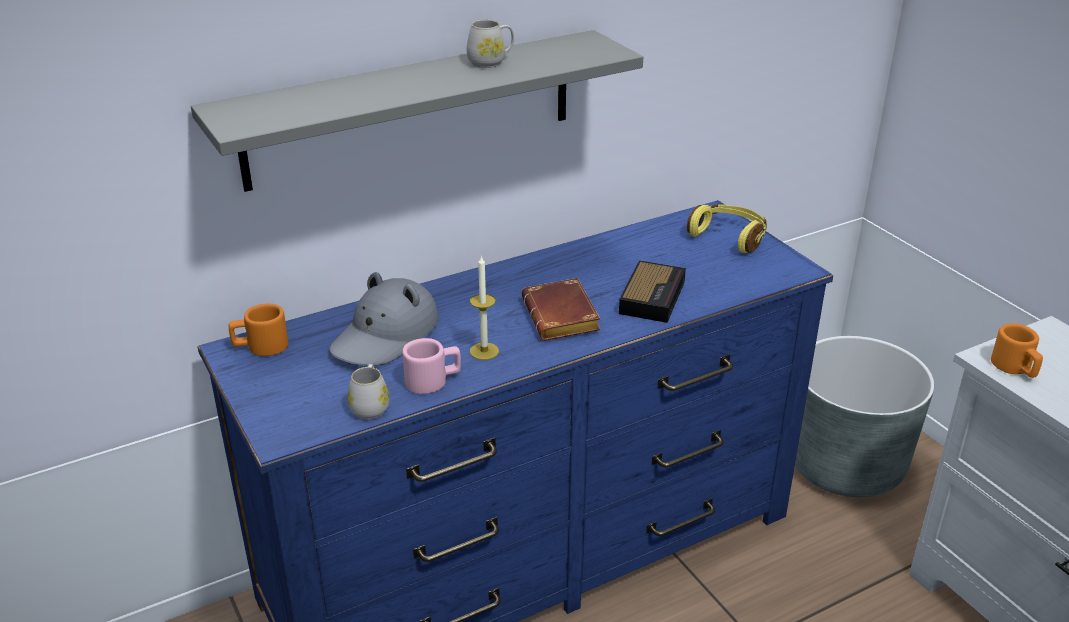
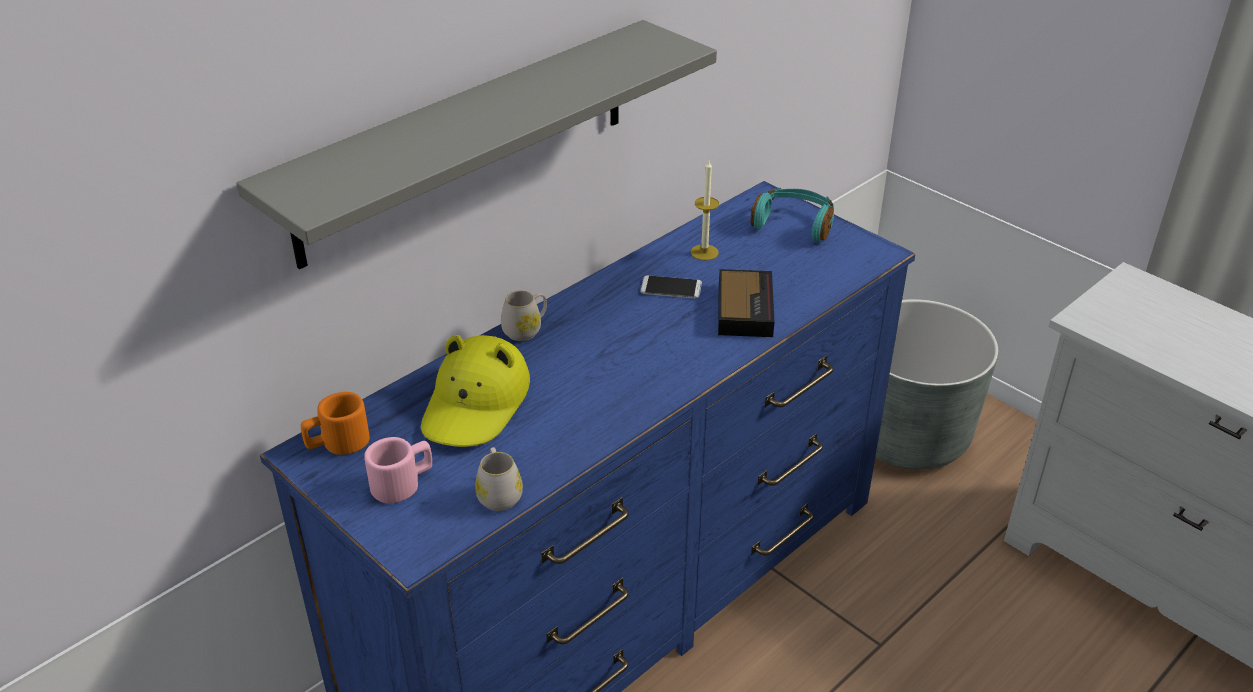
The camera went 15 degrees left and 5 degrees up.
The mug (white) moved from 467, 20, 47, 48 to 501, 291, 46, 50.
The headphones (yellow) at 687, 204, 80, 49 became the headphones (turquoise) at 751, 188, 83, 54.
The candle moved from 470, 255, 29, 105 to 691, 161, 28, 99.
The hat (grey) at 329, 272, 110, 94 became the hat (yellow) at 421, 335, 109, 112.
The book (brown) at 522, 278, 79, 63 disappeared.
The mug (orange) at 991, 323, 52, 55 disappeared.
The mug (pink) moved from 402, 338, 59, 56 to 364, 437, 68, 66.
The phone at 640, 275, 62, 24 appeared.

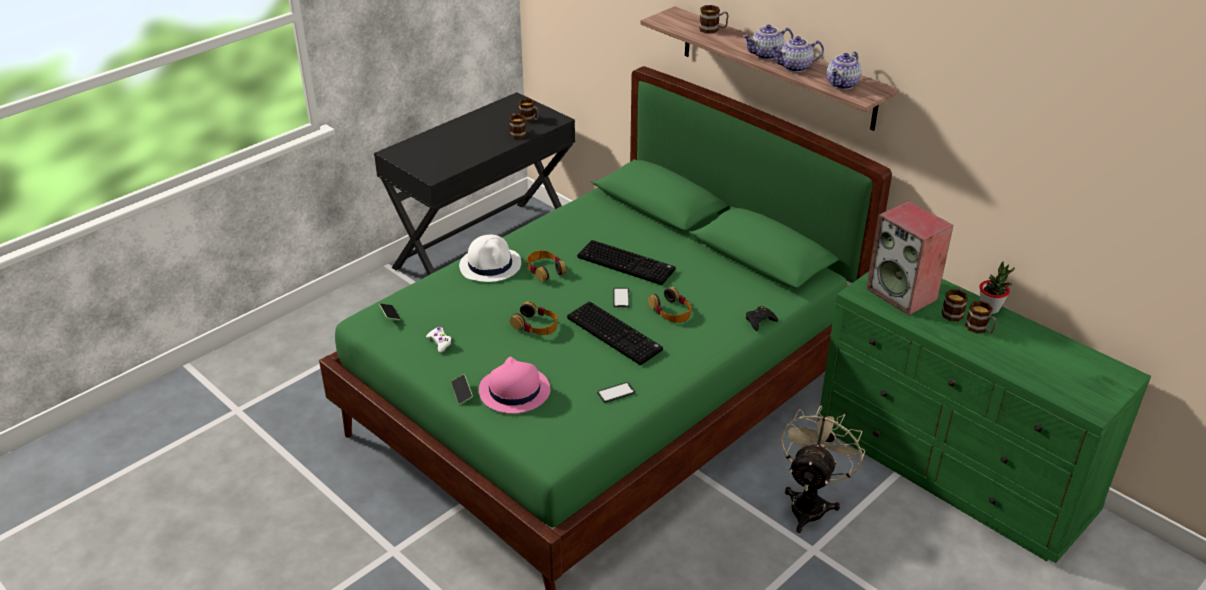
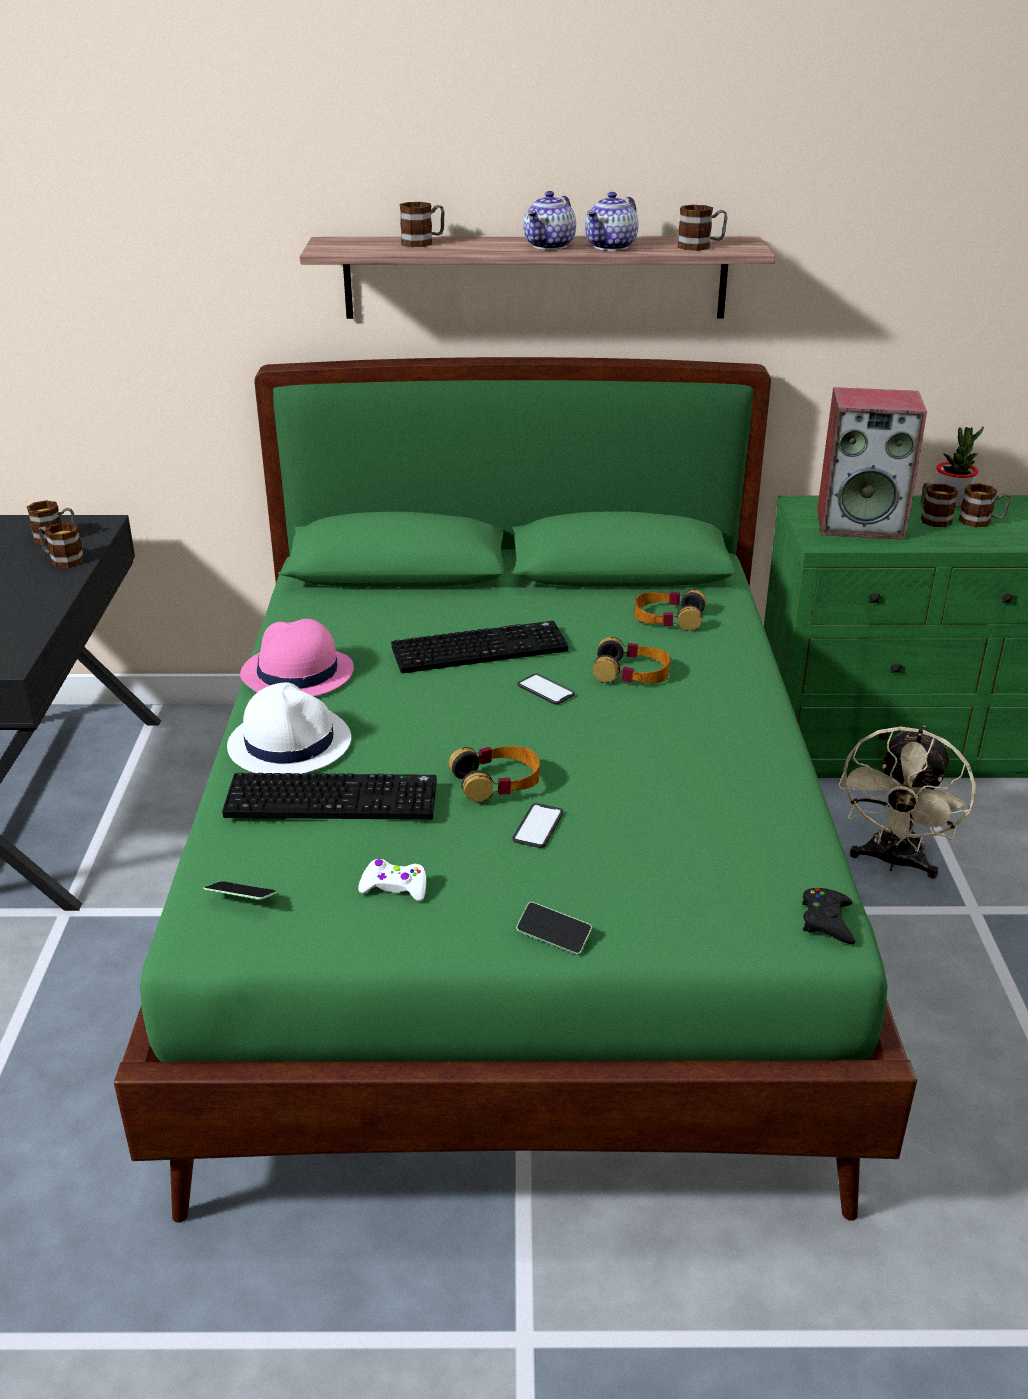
The camera went 45 degrees left and 5 degrees down.
The teapot at 827, 51, 35, 39 was replaced by the mug at 677, 205, 50, 46.
The headphones moved from 527, 251, 39, 31 to 635, 589, 71, 42.
The keyboard moved from 567, 301, 96, 64 to 222, 773, 215, 47.
The game controller (black) moved from 746, 306, 32, 25 to 802, 888, 53, 56.
The hat (pink) moved from 479, 357, 72, 56 to 240, 619, 114, 78.
The phone moved from 597, 382, 38, 21 to 512, 803, 51, 45.
The fan (beige) at 781, 406, 84, 127 turned 135 degrees counterclockwise.

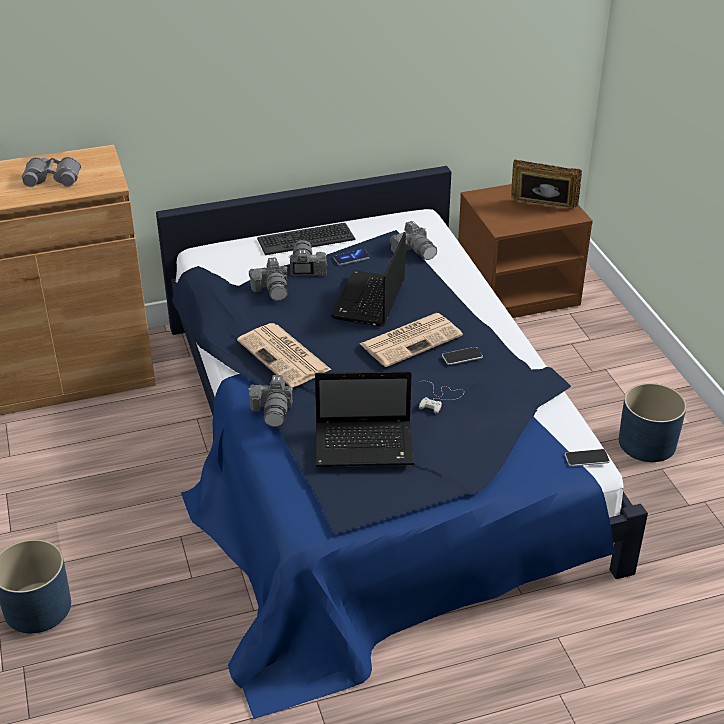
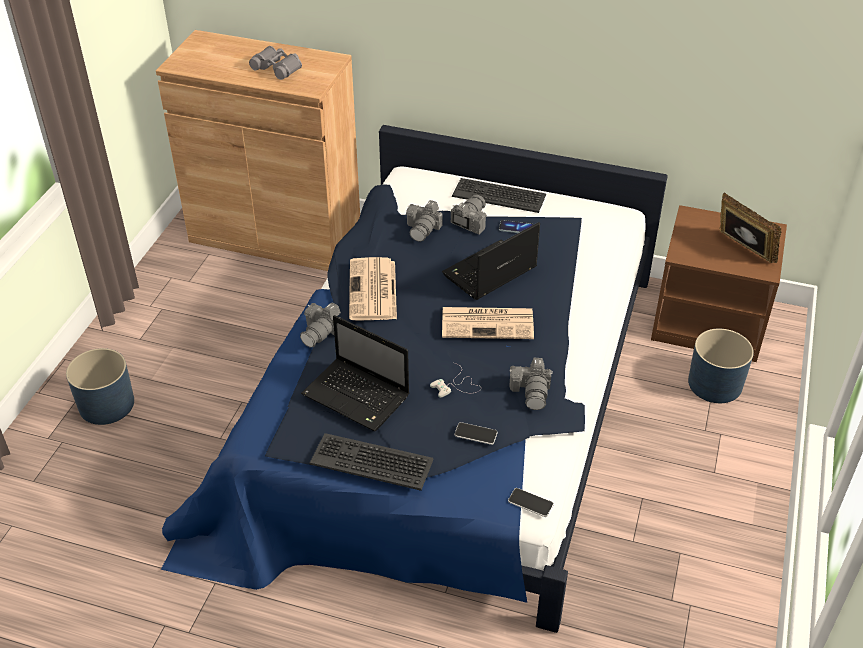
The camera went 35 degrees right and 5 degrees up.
The photo camera moved from 390, 221, 47, 39 to 509, 358, 44, 52.
The phone moved from 442, 347, 41, 18 to 454, 422, 44, 23.
The planter (blue) moved from 619, 383, 67, 79 to 688, 329, 66, 74.
The keyboard at 309, 433, 125, 58 appeared.

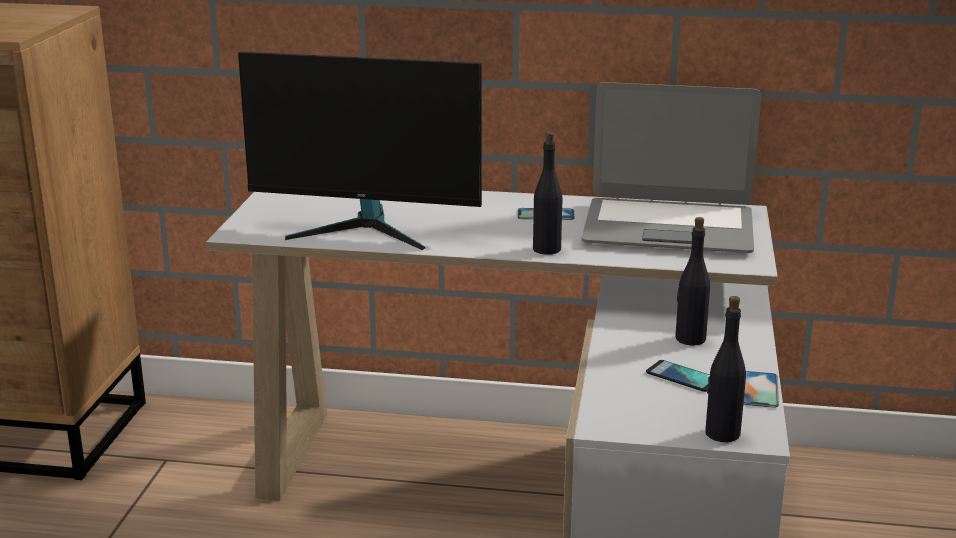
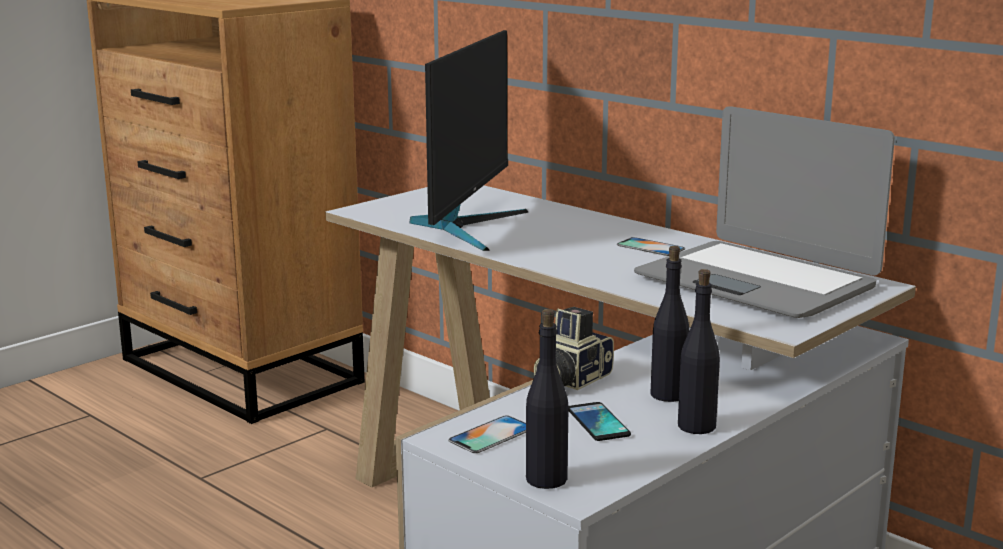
The camera went 35 degrees right and 5 degrees down.
The monitor at 238, 52, 244, 198 turned 120 degrees counterclockwise.
The bottle (black) moved from 533, 132, 29, 123 to 678, 269, 42, 165.
The phone moved from 743, 371, 36, 37 to 448, 416, 78, 37.
The photo camera at 534, 307, 80, 83 appeared.

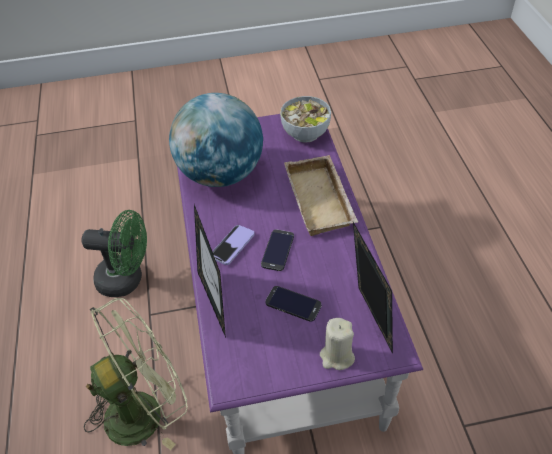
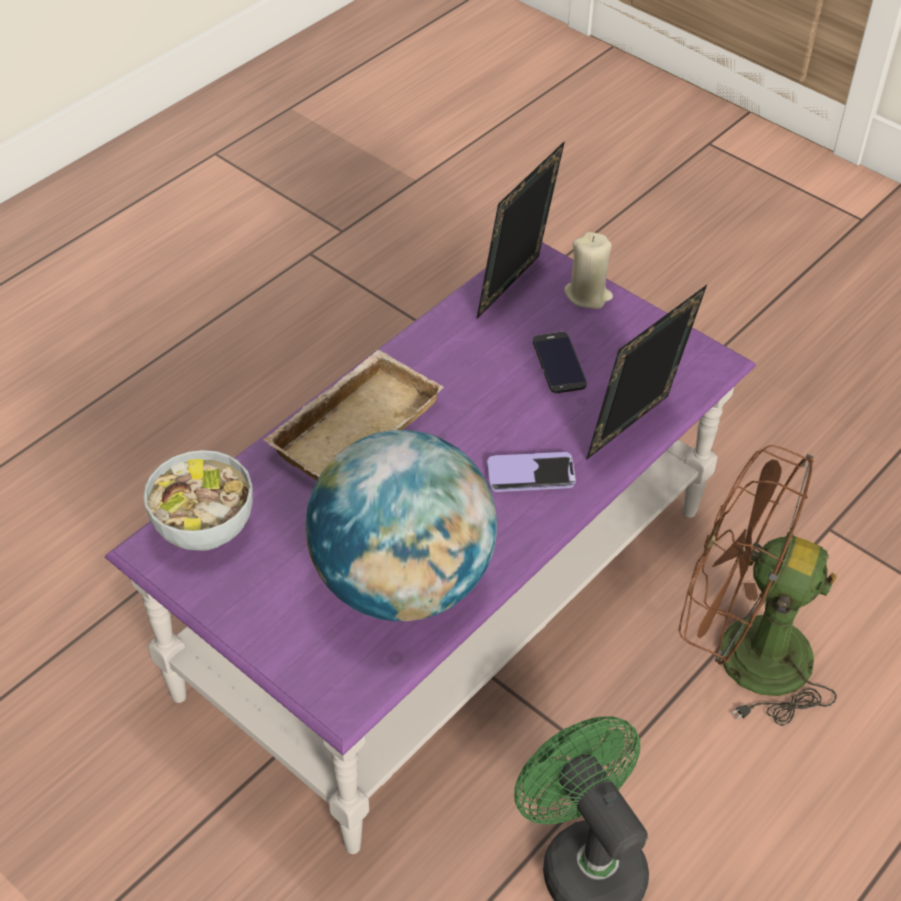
The camera went 130 degrees left and 0 degrees up.
The phone at 261, 230, 33, 41 disappeared.
The fan (green) at 84, 298, 104, 152 became the fan (brown) at 678, 445, 159, 281.

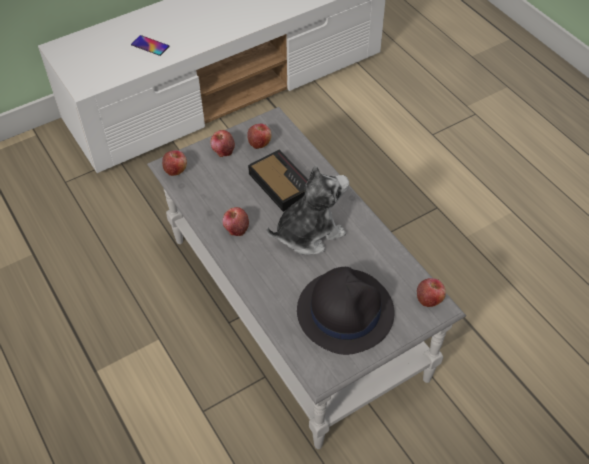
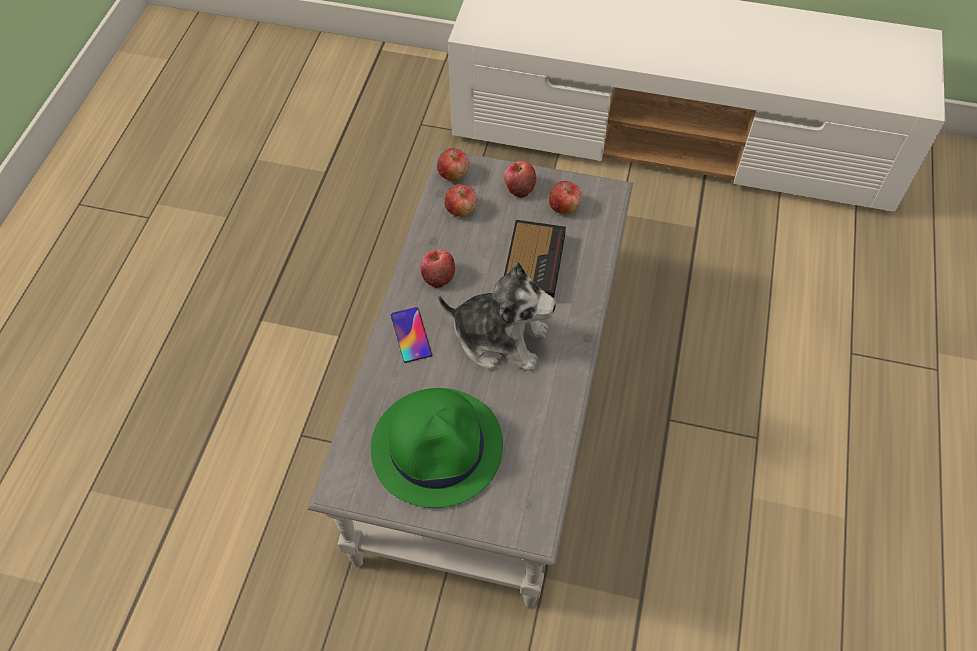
The camera went 45 degrees right and 5 degrees up.
The phone moved from 131, 35, 38, 21 to 391, 307, 41, 56.
The hat (black) at 297, 267, 98, 88 became the hat (green) at 371, 388, 132, 120.
The apple moved from 417, 278, 29, 29 to 444, 184, 33, 33.

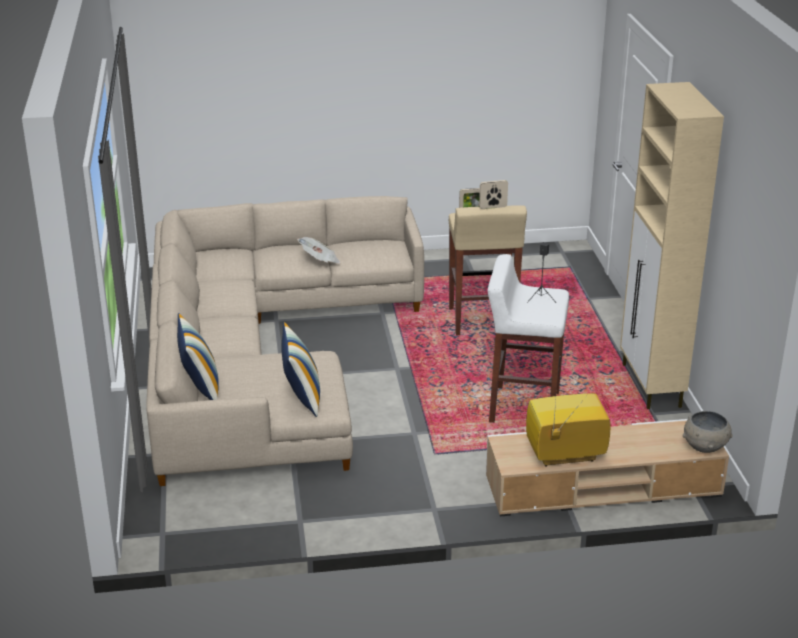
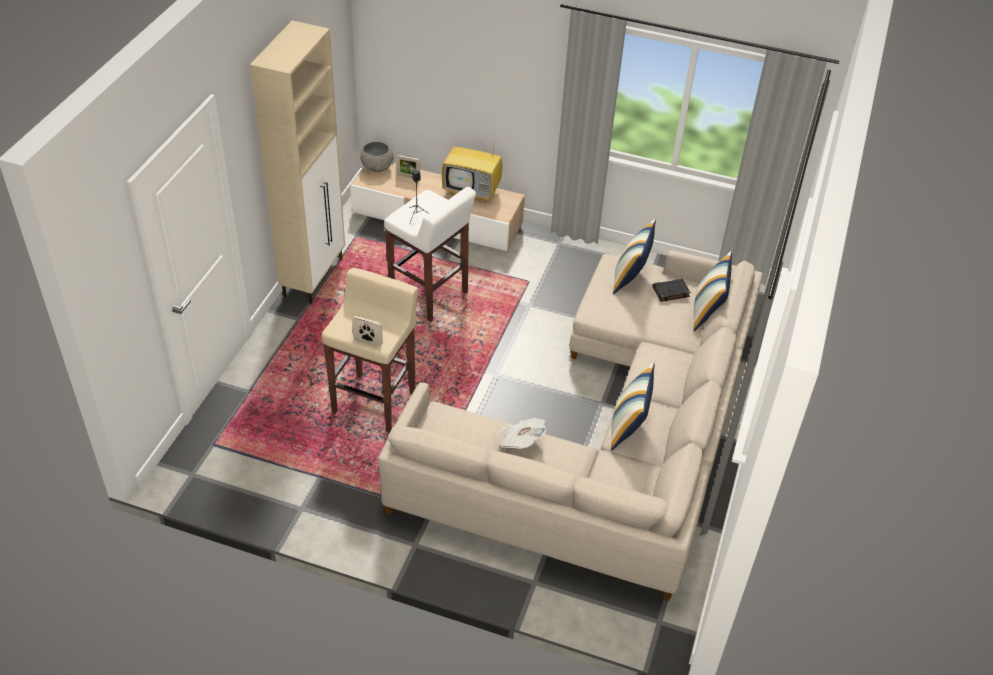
The camera went 155 degrees left and 15 degrees up.
The picture frame moved from 479, 180, 29, 29 to 396, 155, 24, 23.
The book (black) at 653, 279, 38, 23 appeared.
The pillow at 611, 362, 44, 89 appeared.

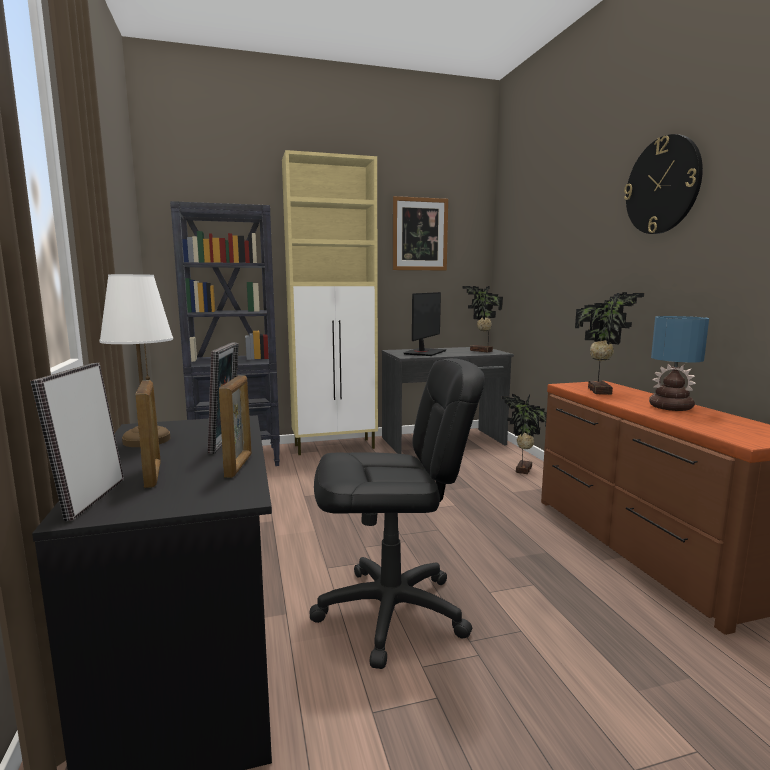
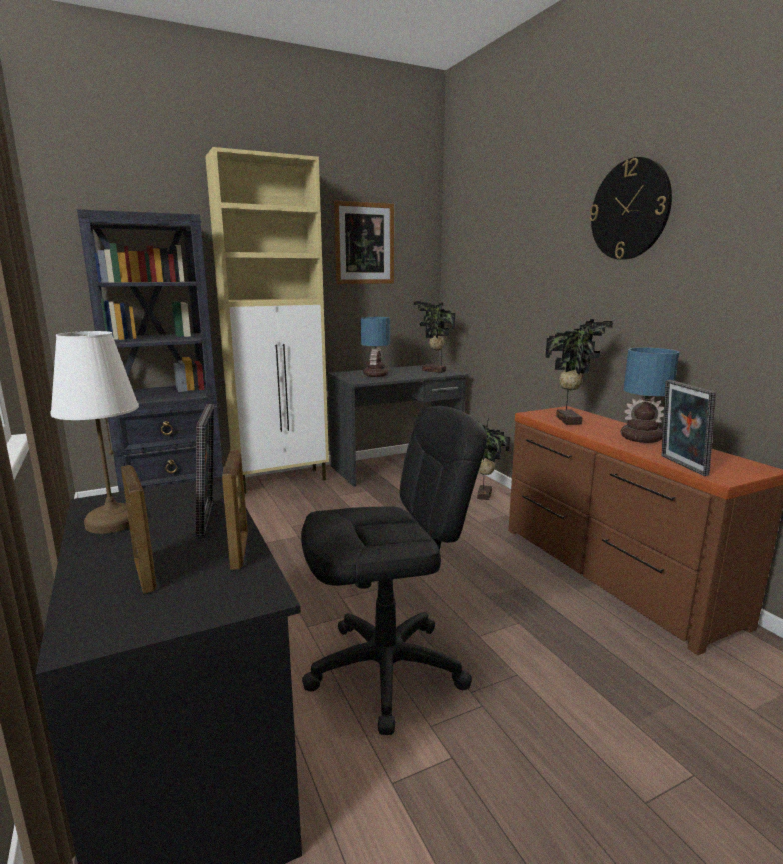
The camera went 10 degrees left and 5 degrees up.
The monitor at 404, 292, 43, 64 was replaced by the table lamp at 361, 317, 29, 60.
The picture frame moved from 31, 363, 93, 158 to 661, 380, 55, 96.

